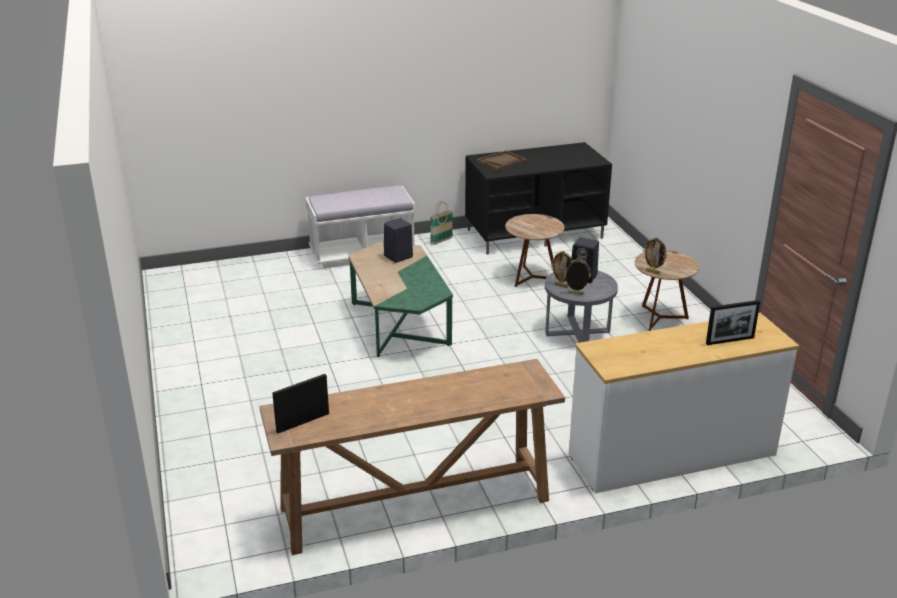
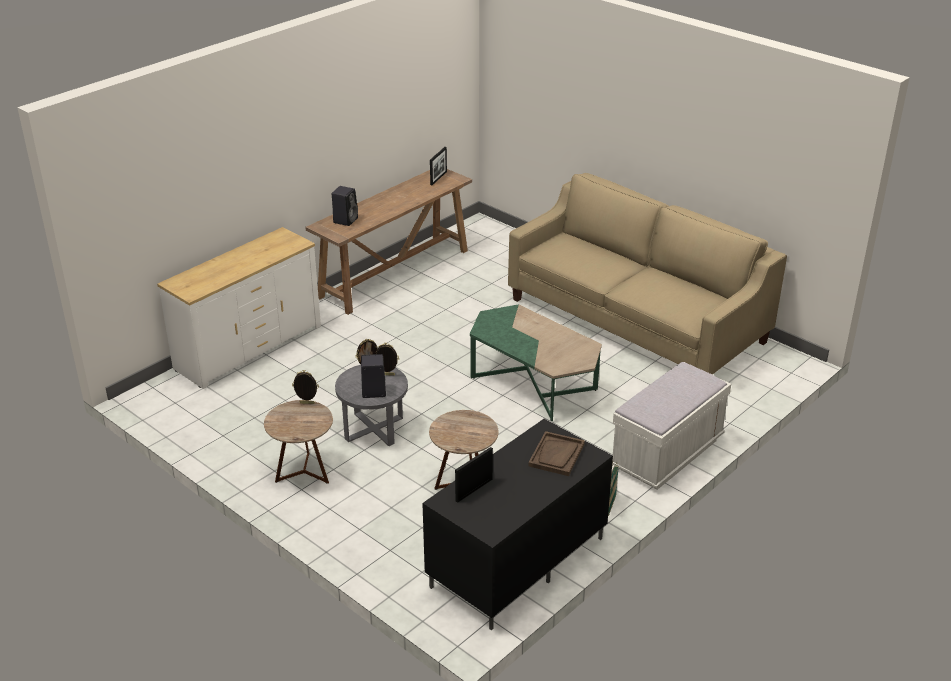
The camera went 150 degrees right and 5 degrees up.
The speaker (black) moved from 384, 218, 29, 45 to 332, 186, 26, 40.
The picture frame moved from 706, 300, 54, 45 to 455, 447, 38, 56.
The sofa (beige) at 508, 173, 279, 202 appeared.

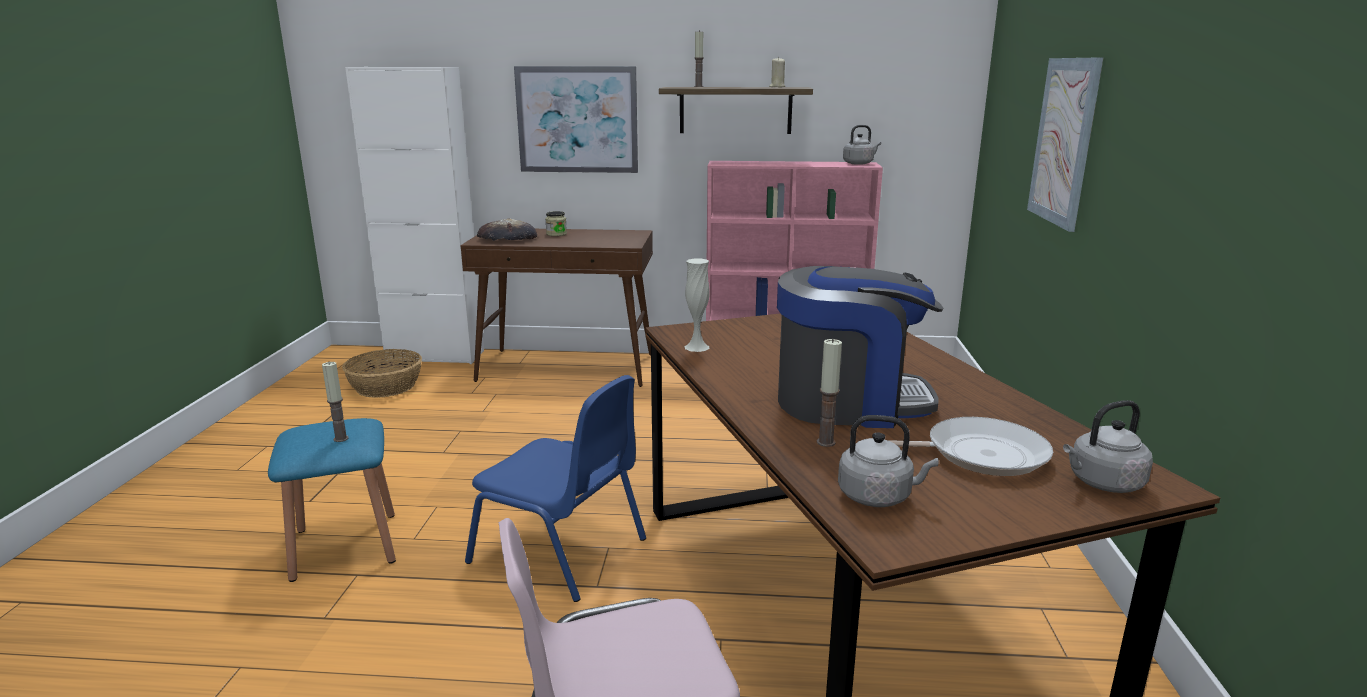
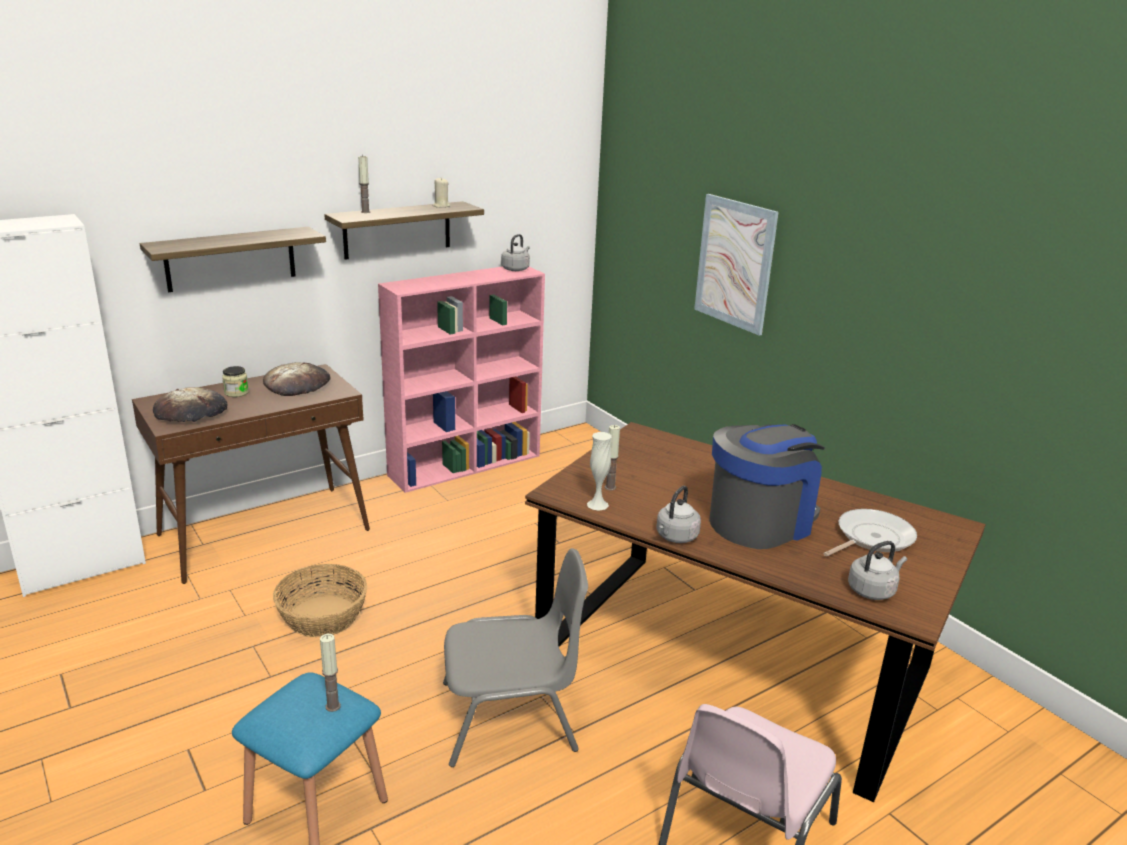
The camera went 40 degrees left and 5 degrees up.
The picture at 514, 66, 124, 107 was replaced by the shelf at 140, 227, 186, 65.
The candle moved from 817, 338, 25, 109 to 605, 425, 15, 65.
The basket moved from 342, 349, 80, 49 to 273, 564, 94, 73.
The chair (blue) at 465, 375, 181, 227 became the chair (grey) at 443, 548, 145, 219.
The kettle (grey) moved from 1063, 400, 90, 93 to 657, 486, 44, 57.
The bread at 263, 362, 67, 34 appeared.

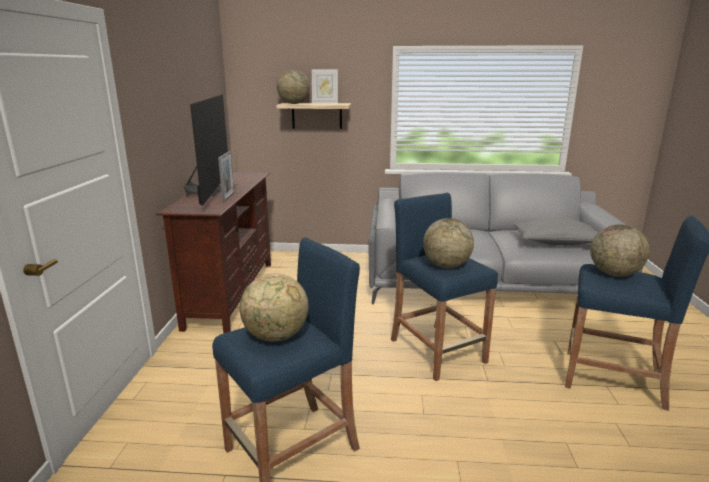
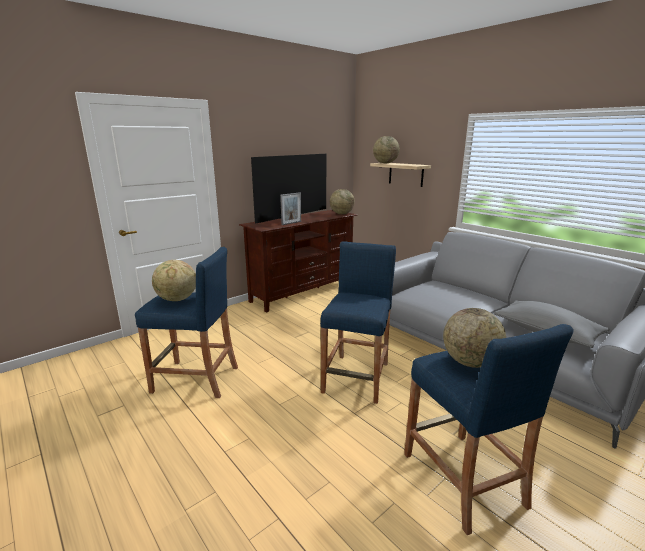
The camera went 45 degrees right and 0 degrees up.
The picture frame at 312, 69, 26, 34 disappeared.
The globe moved from 423, 218, 51, 50 to 330, 189, 25, 25.

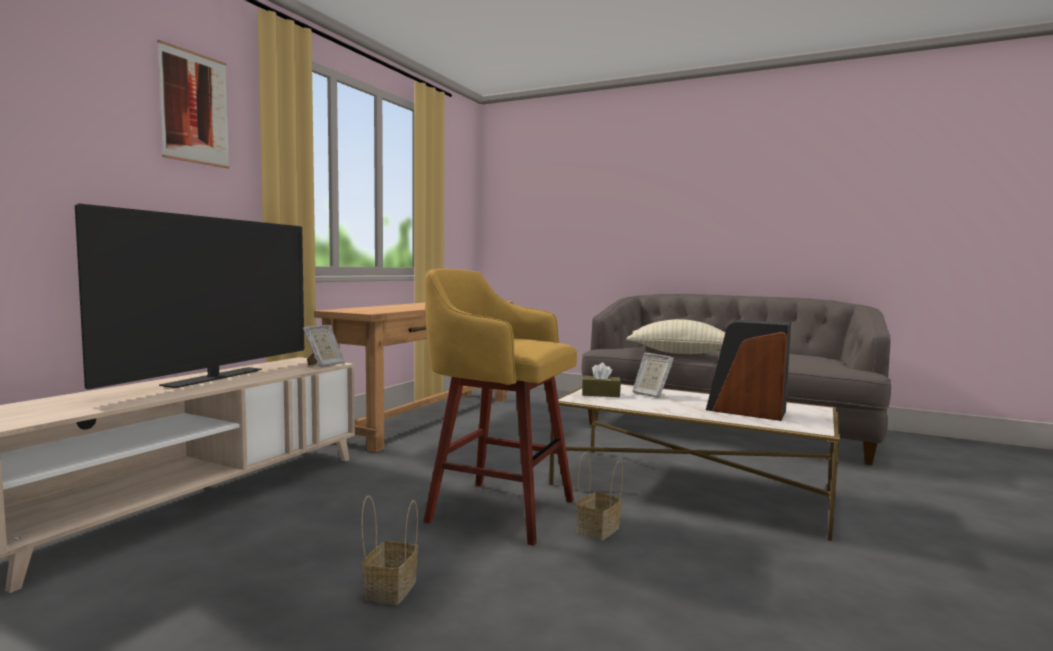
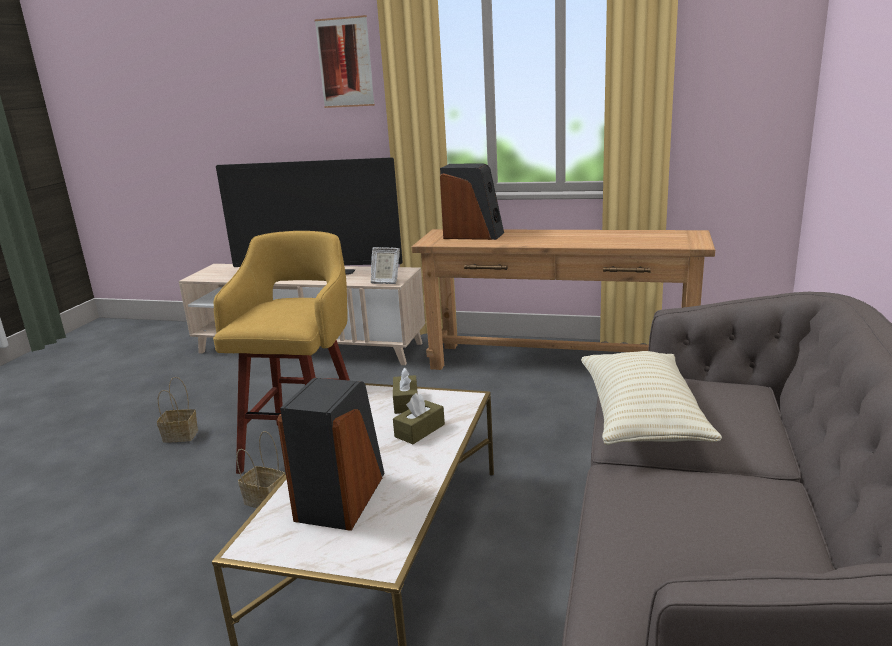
The camera went 80 degrees right and 15 degrees up.
The picture frame at 633, 353, 41, 45 was replaced by the tissue box (brown) at 393, 393, 52, 51.
The speaker at 440, 163, 64, 77 appeared.

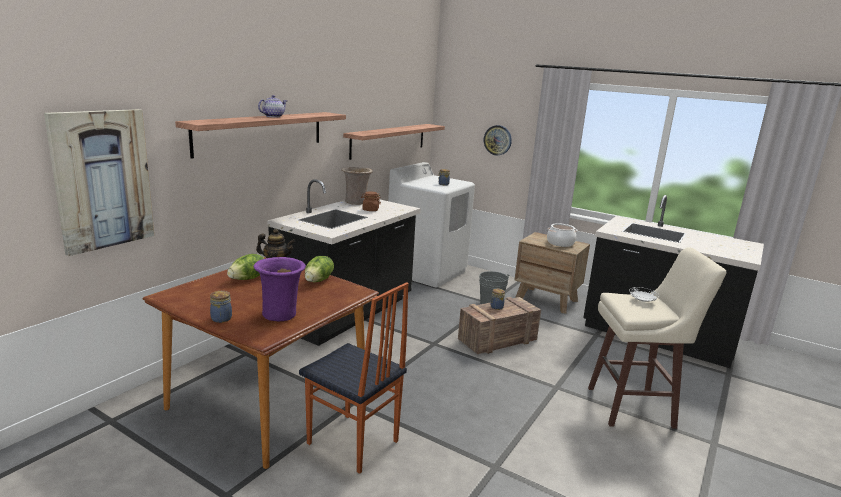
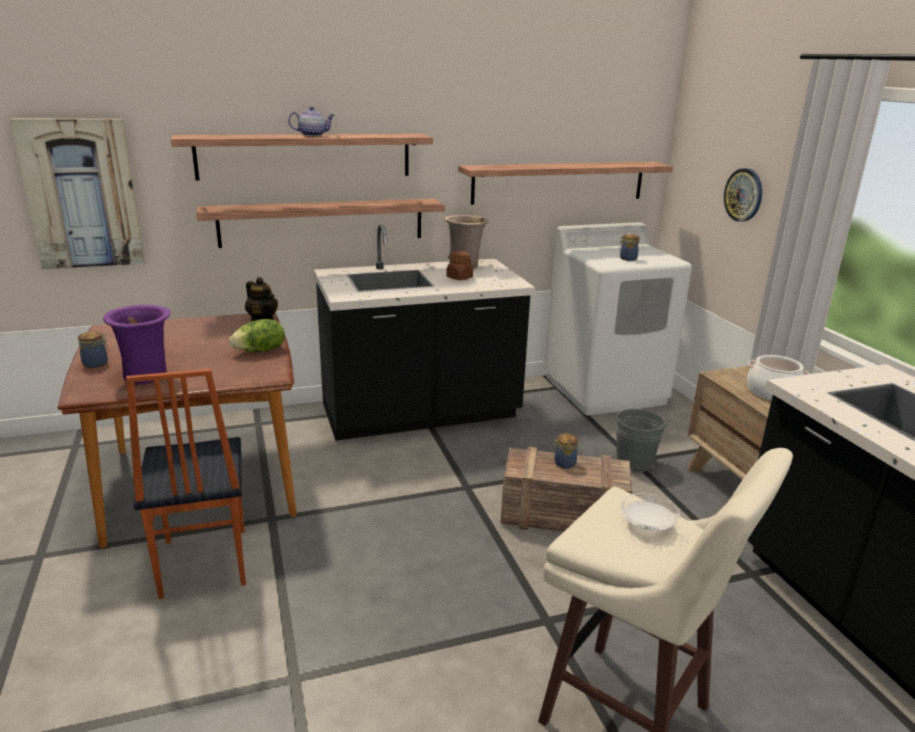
The camera went 40 degrees right and 5 degrees up.
The lettuce at 227, 254, 38, 26 disappeared.
The shelf at 197, 199, 248, 49 appeared.

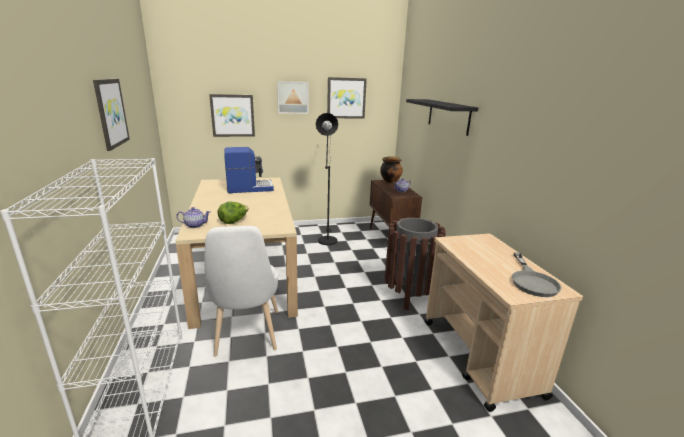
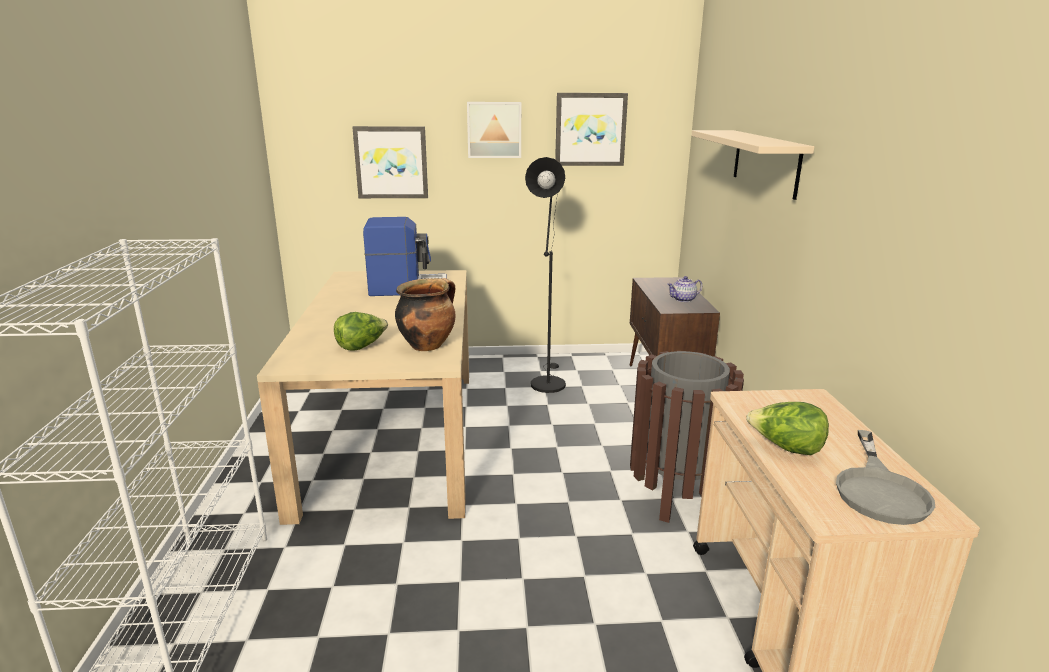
The camera went 10 degrees right and 0 degrees up.
The picture at 93, 79, 37, 72 disappeared.
The shelf (black) at 406, 99, 72, 37 became the shelf (beige) at 691, 130, 123, 70.
The cooking pot moved from 380, 156, 23, 28 to 395, 278, 60, 73.
The teapot at 176, 207, 35, 21 disappeared.
The chair (white) at 204, 226, 74, 131 disappeared.
The lettuce at 746, 402, 83, 53 appeared.

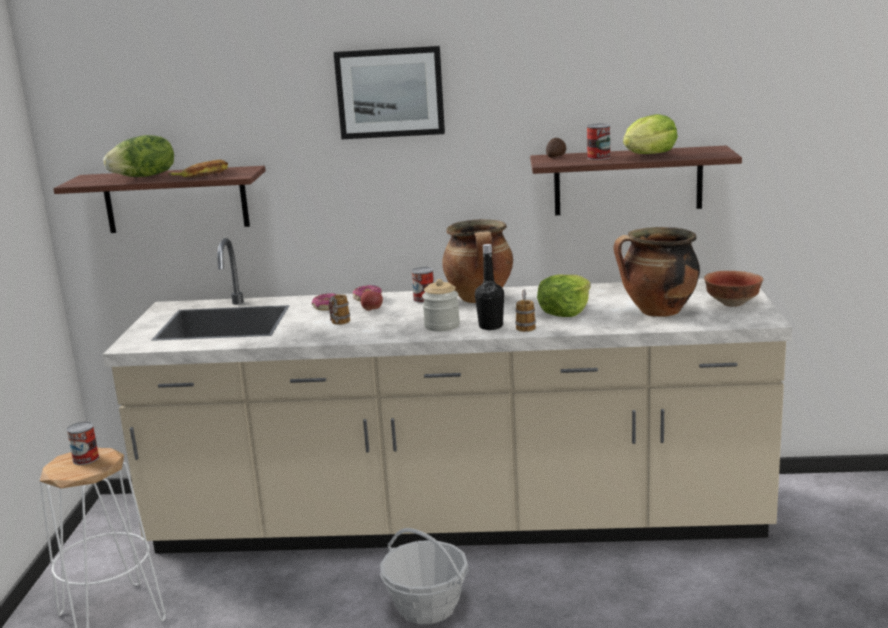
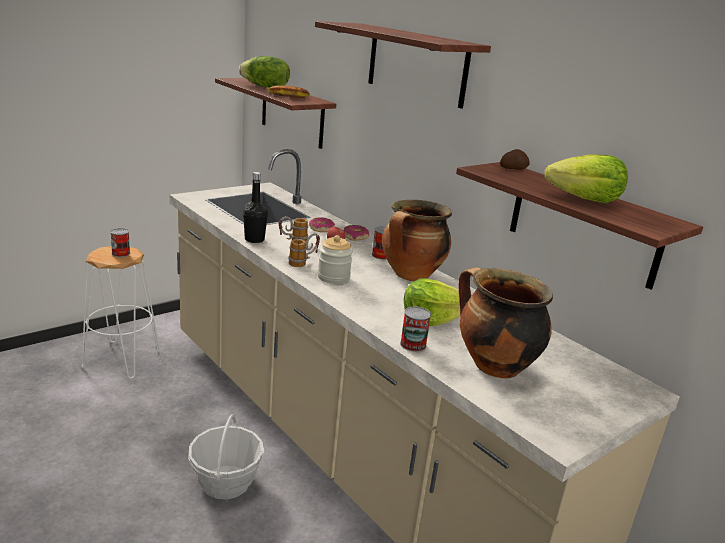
The camera went 45 degrees right and 5 degrees up.
The picture at 333, 46, 112, 93 was replaced by the shelf at 315, 21, 176, 88.
The can moved from 587, 123, 24, 37 to 400, 307, 31, 45.
The bottle (black) moved from 475, 244, 29, 86 to 243, 172, 25, 71.
The bowl at 704, 271, 59, 36 disappeared.
The mug moved from 515, 289, 21, 43 to 289, 233, 31, 34.

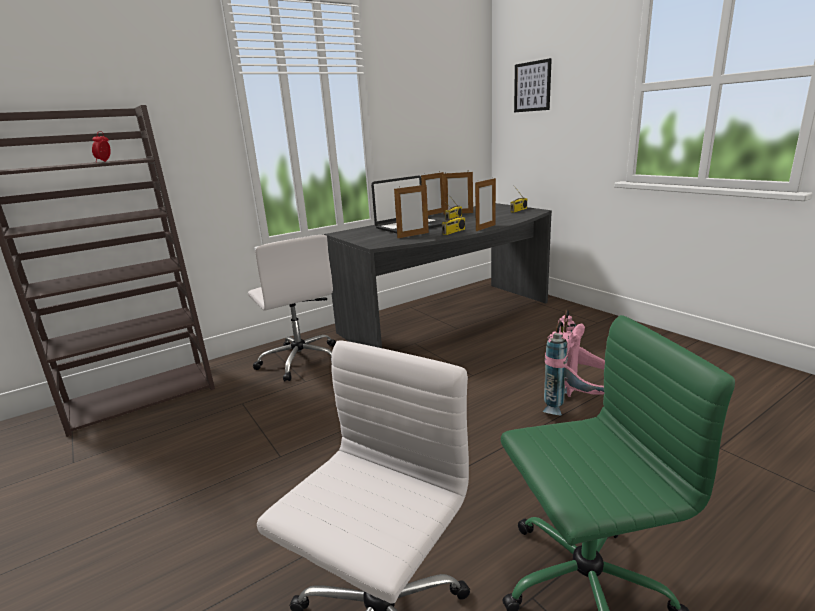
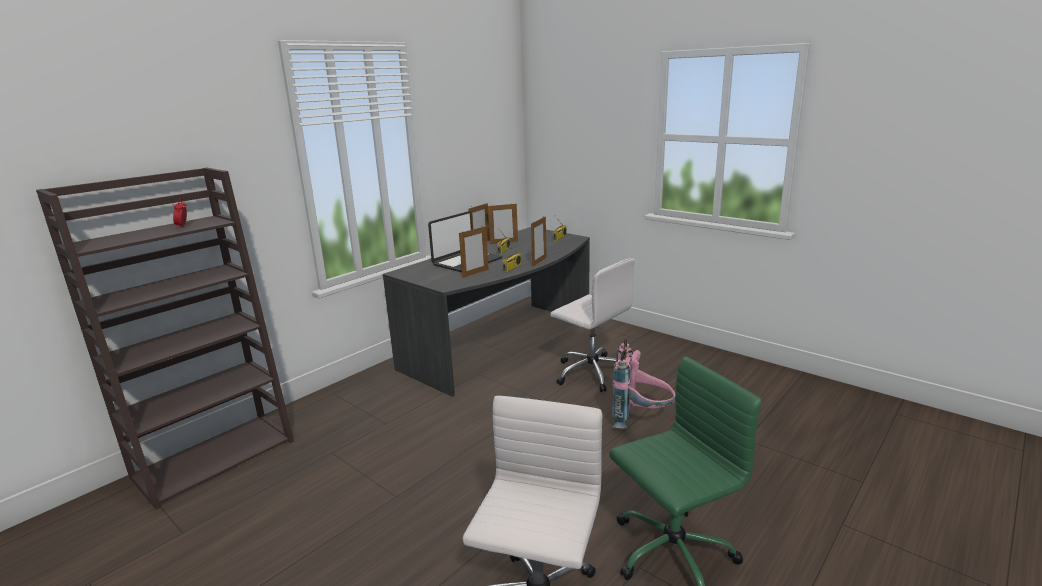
The camera went 15 degrees left and 0 degrees up.
The picture at 514, 58, 38, 54 disappeared.
The office chair (white) moved from 248, 235, 88, 146 to 550, 258, 85, 134.

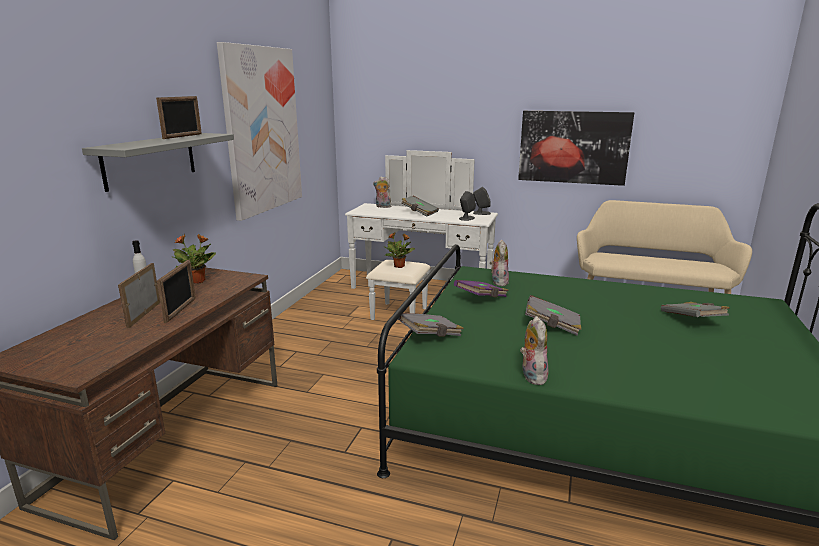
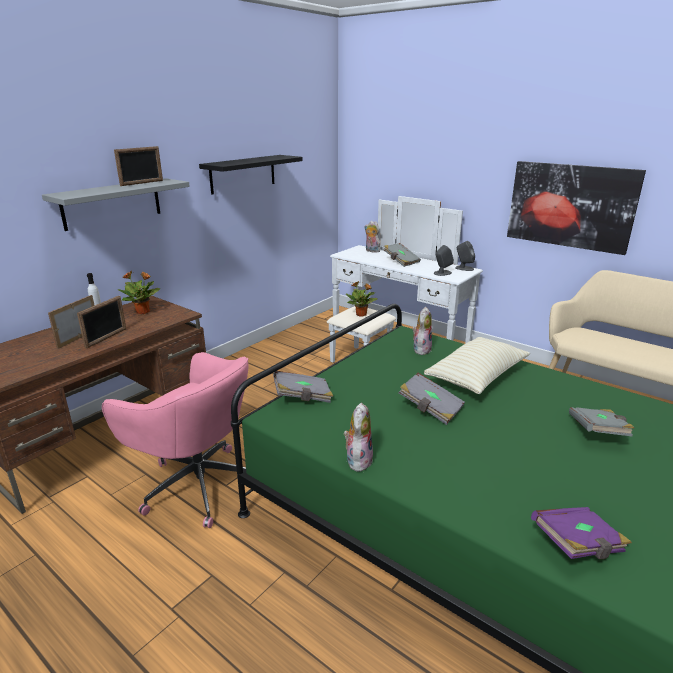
The camera went 20 degrees right and 5 degrees up.
The picture at 217, 42, 85, 179 was replaced by the shelf (black) at 199, 155, 104, 39.
The book (purple) moved from 454, 280, 55, 17 to 531, 507, 101, 52.
The pillow (beige) at 424, 337, 106, 57 appeared.
The office chair (pink) at 102, 352, 146, 176 appeared.

